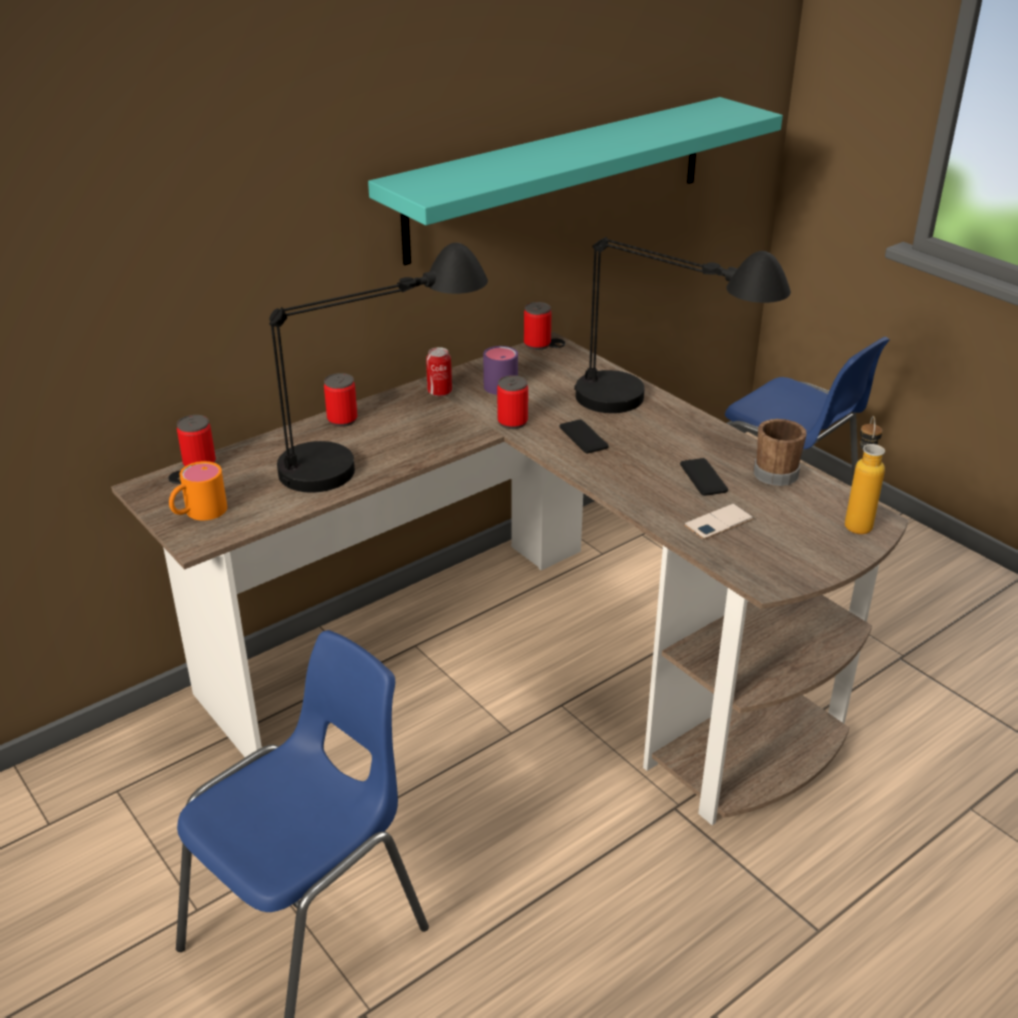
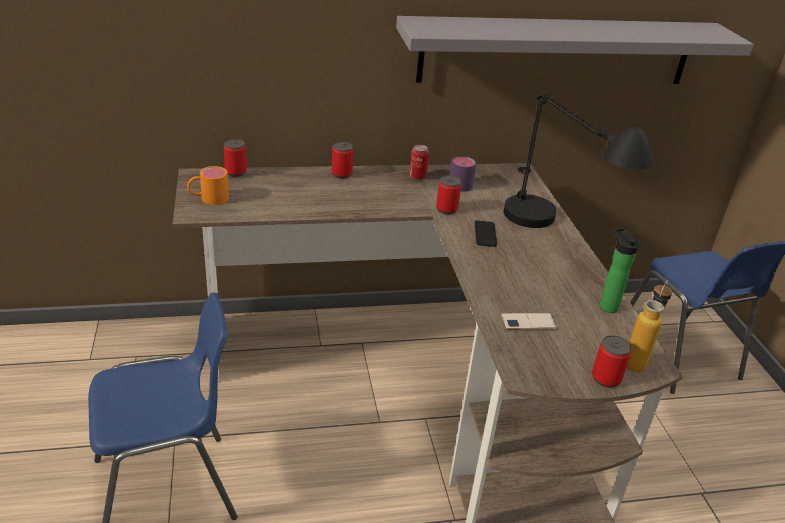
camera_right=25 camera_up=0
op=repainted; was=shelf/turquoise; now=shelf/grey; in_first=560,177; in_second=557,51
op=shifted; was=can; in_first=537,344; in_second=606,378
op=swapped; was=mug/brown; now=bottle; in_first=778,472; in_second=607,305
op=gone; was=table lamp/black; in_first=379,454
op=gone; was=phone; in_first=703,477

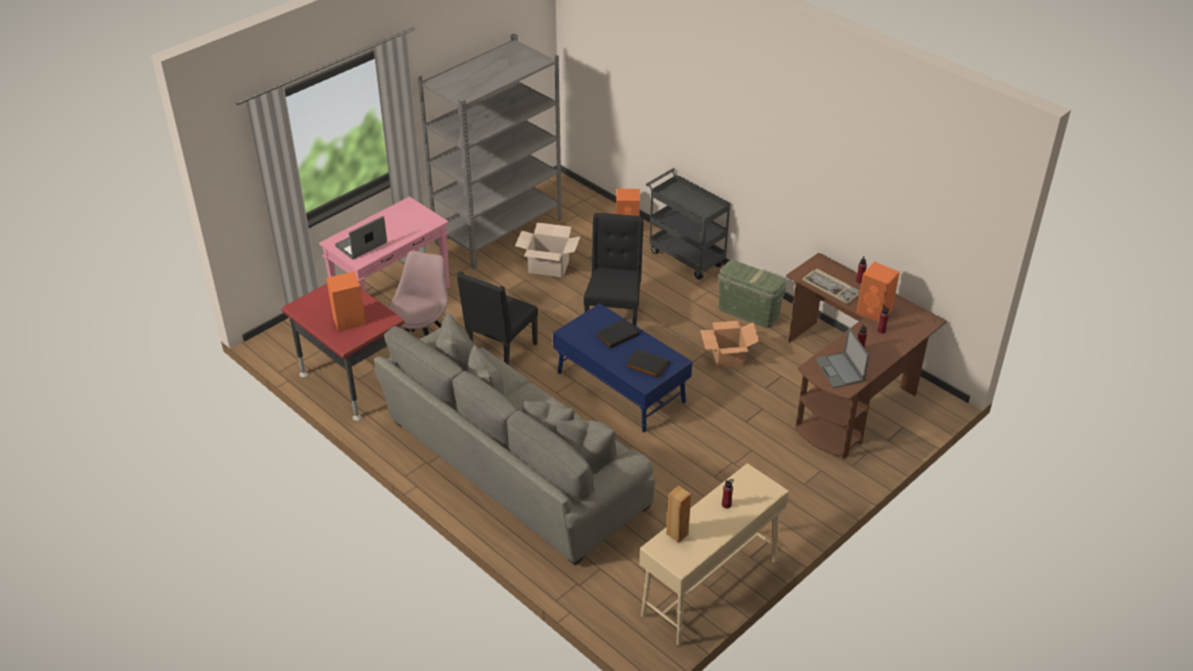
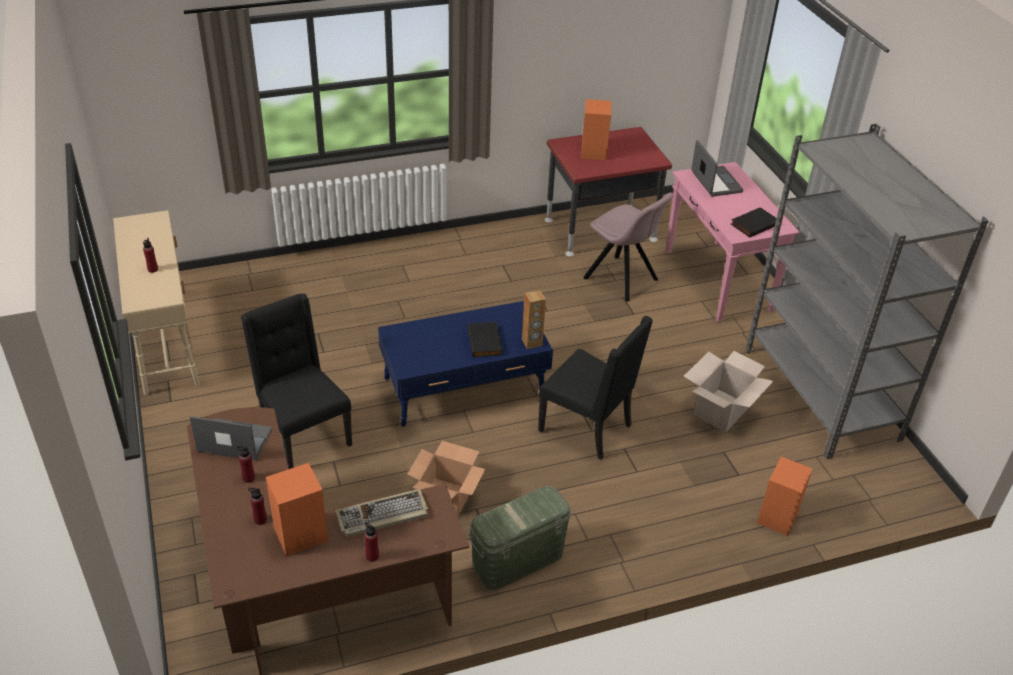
camera_right=115 camera_up=0
op=shifted; was=chair/black; in_first=500,352; in_second=303,435
op=shifted; was=speaker/brown; in_first=677,534; in_second=532,342
op=shifted; was=book/black; in_first=646,366; in_second=754,224
op=gone; was=sofa/grey; in_first=514,467
op=gone; was=cart/grey; in_first=684,259

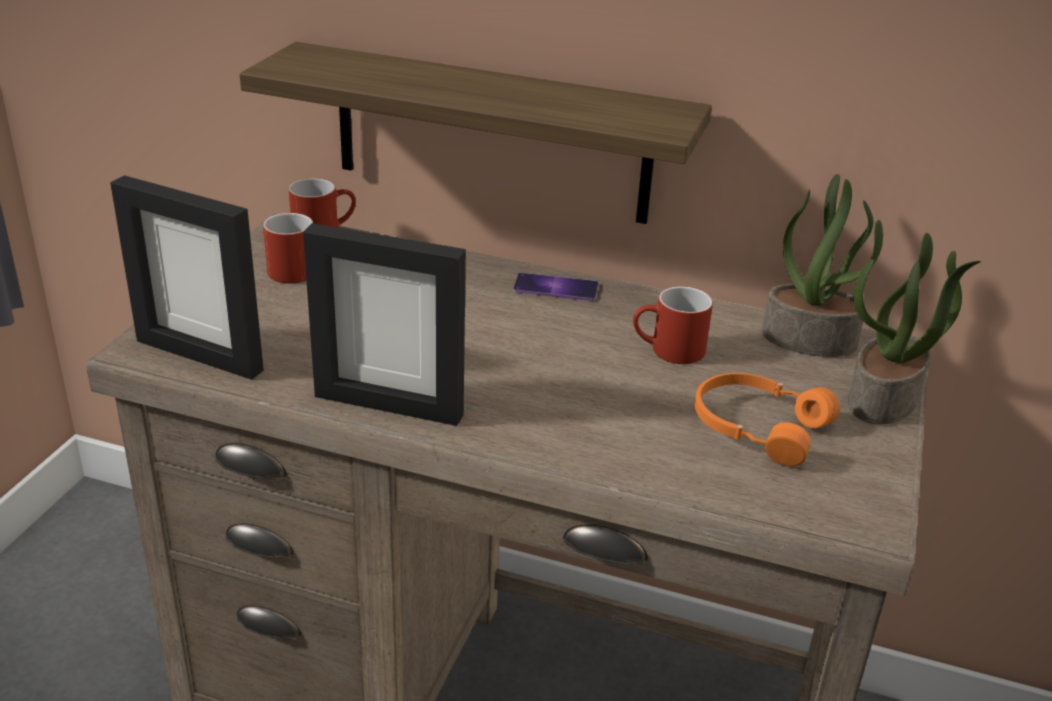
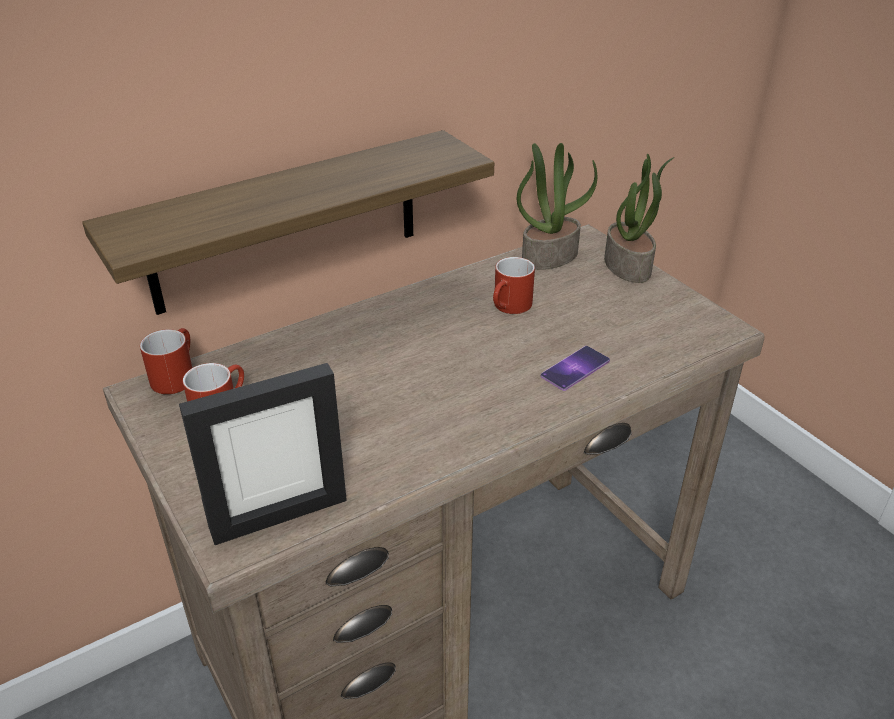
camera_right=-50 camera_up=5
op=shifted; was=phone; in_first=555,287; in_second=575,368
op=gone; was=picture frame; in_first=390,404
op=gone; was=headphones/orange; in_first=757,427

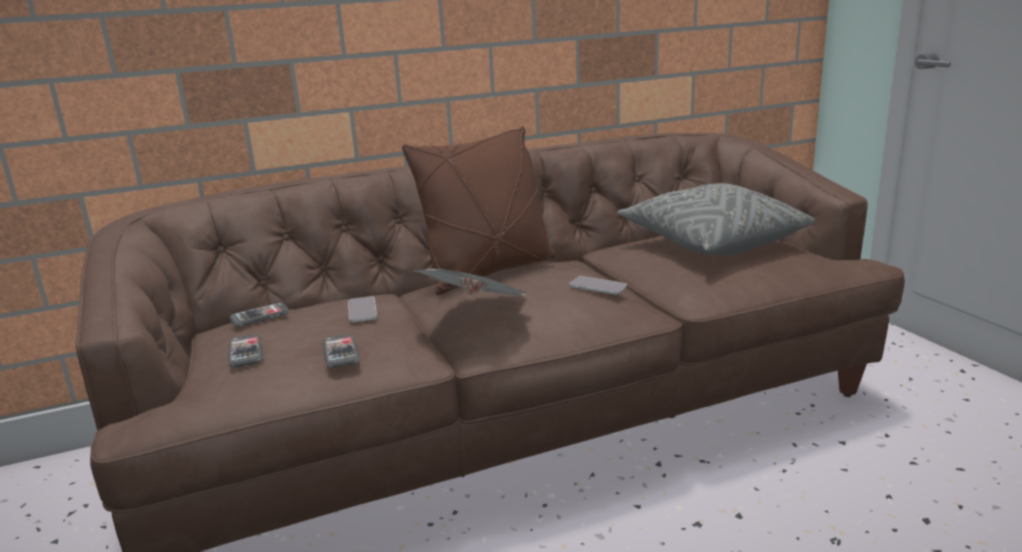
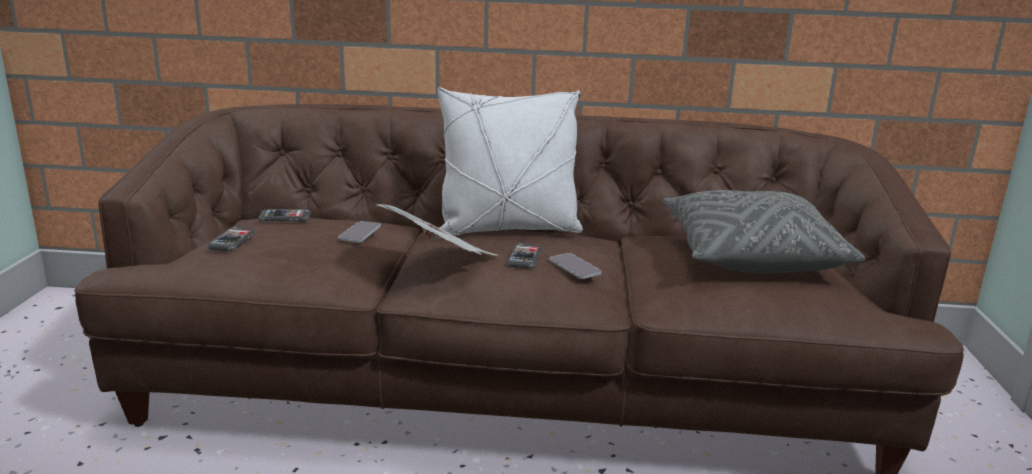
camera_right=25 camera_up=0
op=repainted; was=pillow/brown; now=pillow/white; in_first=489,272; in_second=508,229
op=shifted; was=phone; in_first=341,353; in_second=524,257

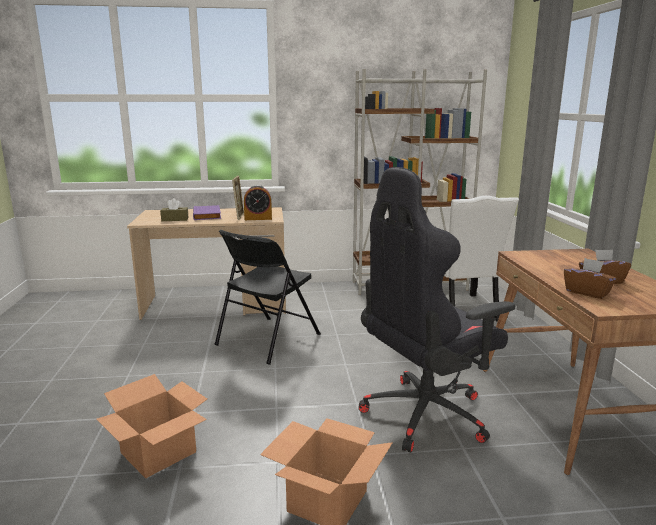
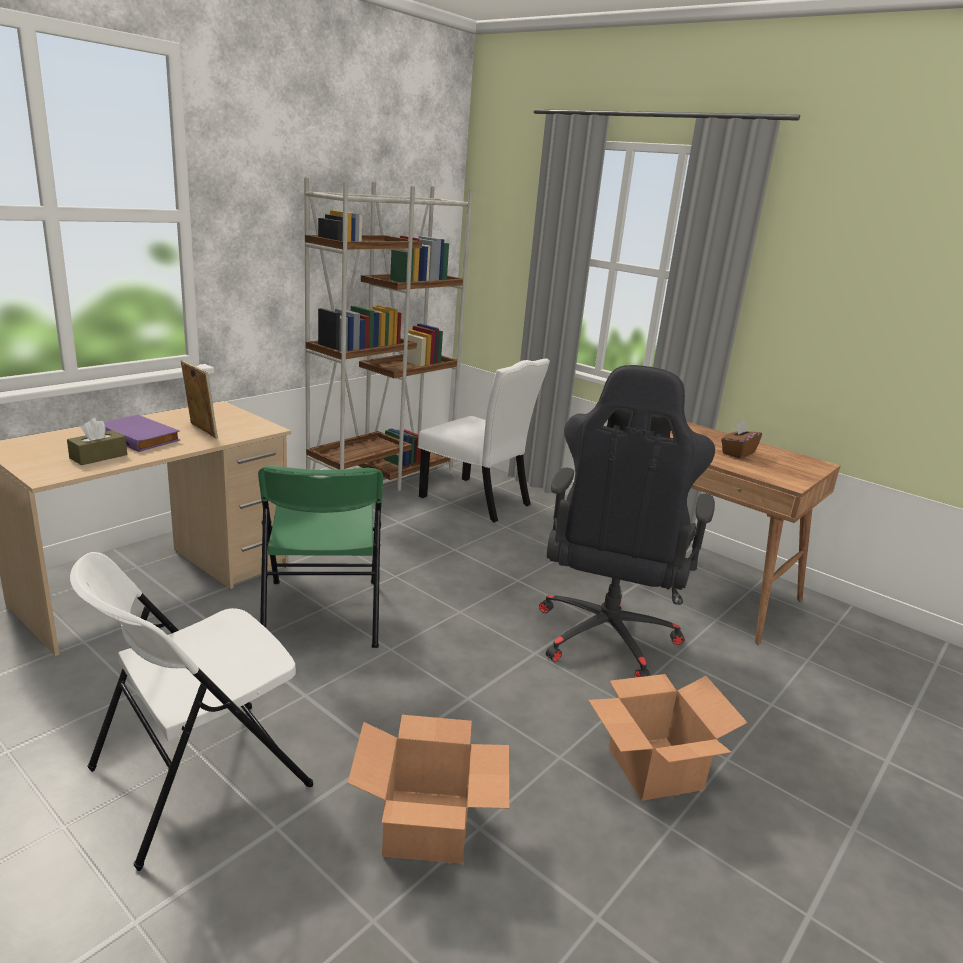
camera_right=-45 camera_up=5
op=new; now=chair/white; in_second=200,776
op=repainted; was=chair/black; now=chair/green; in_first=268,339; in_second=322,613
op=gone; was=alarm clock; in_first=258,218
op=gone; was=tissue box/brown; in_first=587,292

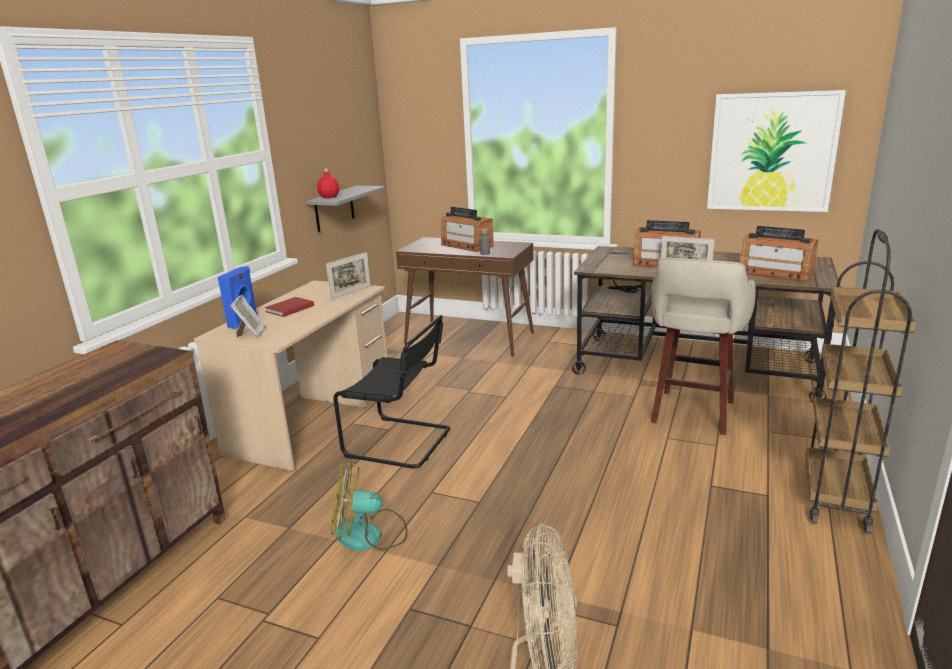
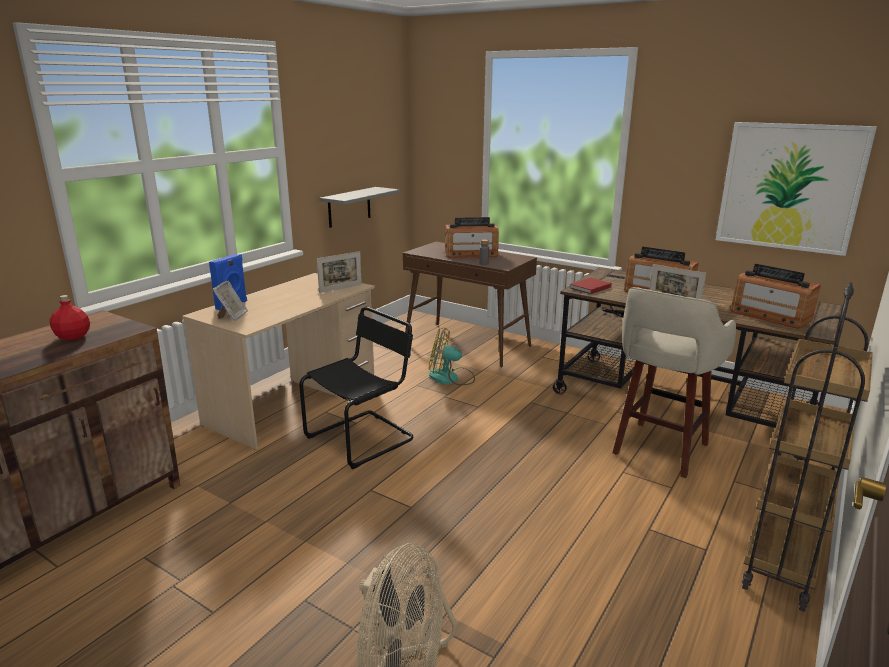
camera_right=10 camera_up=0
op=shifted; was=bottle/red; in_first=329,197; in_second=72,336
op=rotated; was=chair/black; in_first=402,443; in_second=363,437; clockwise=-75
op=shifted; was=fan; in_first=370,535; in_second=451,378
op=rotated; was=radio; in_first=466,245; in_second=471,254; clockwise=-60
op=shifted; was=book/red; in_first=288,309; in_second=589,287

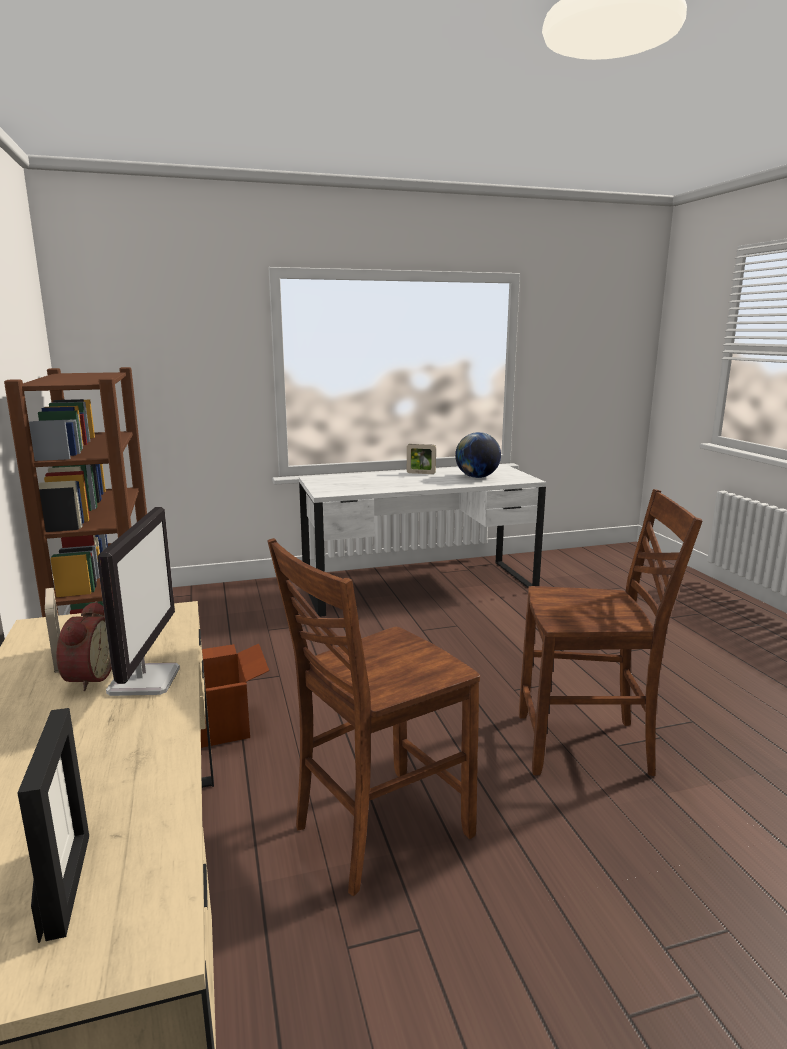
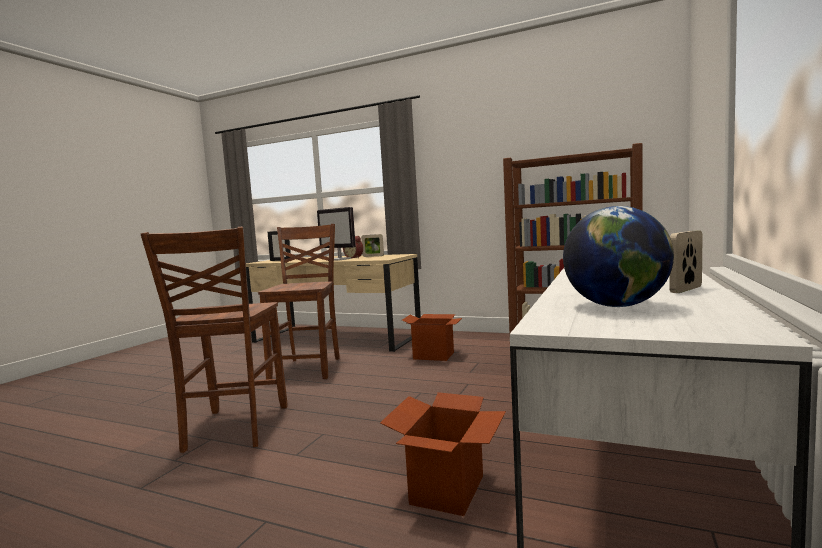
camera_right=130 camera_up=-10
op=rotated; was=chair/brown; in_first=586,746; in_second=234,429; clockwise=-45
op=new; now=cardboard box; in_second=447,490

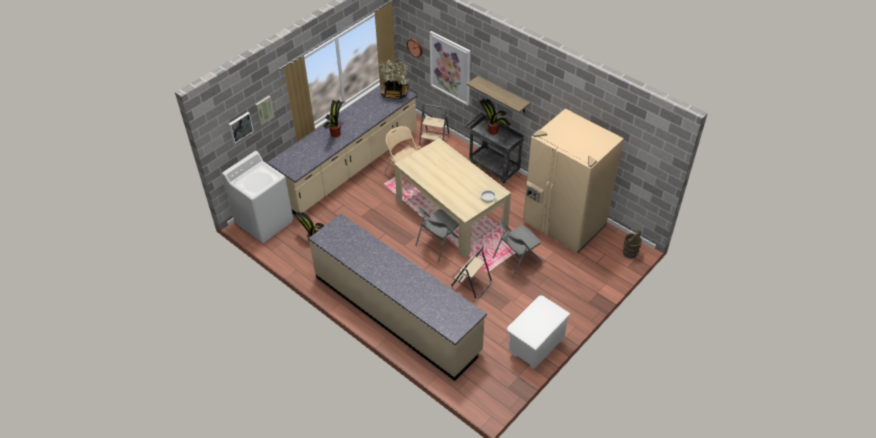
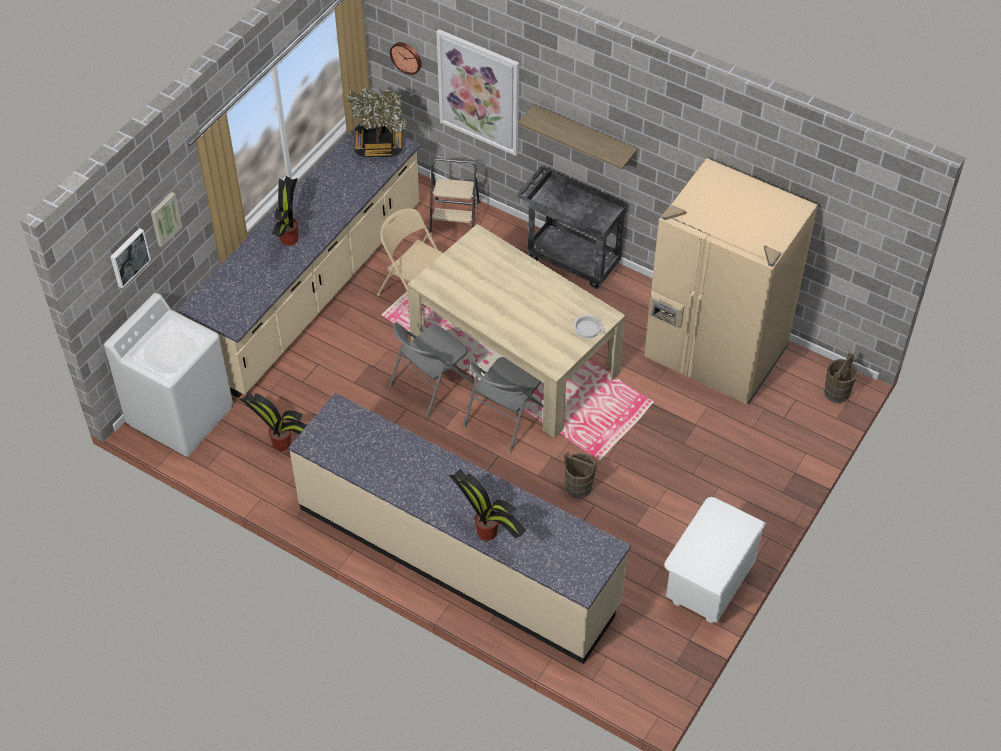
camera_right=-10 camera_up=5
op=shifted; was=chair/grey; in_first=516,260; in_second=431,384
op=shifted; was=potted plant; in_first=493,132; in_second=487,533
op=swapped; was=step ladder/beige; now=bucket/brown; in_first=472,285; in_second=579,487

